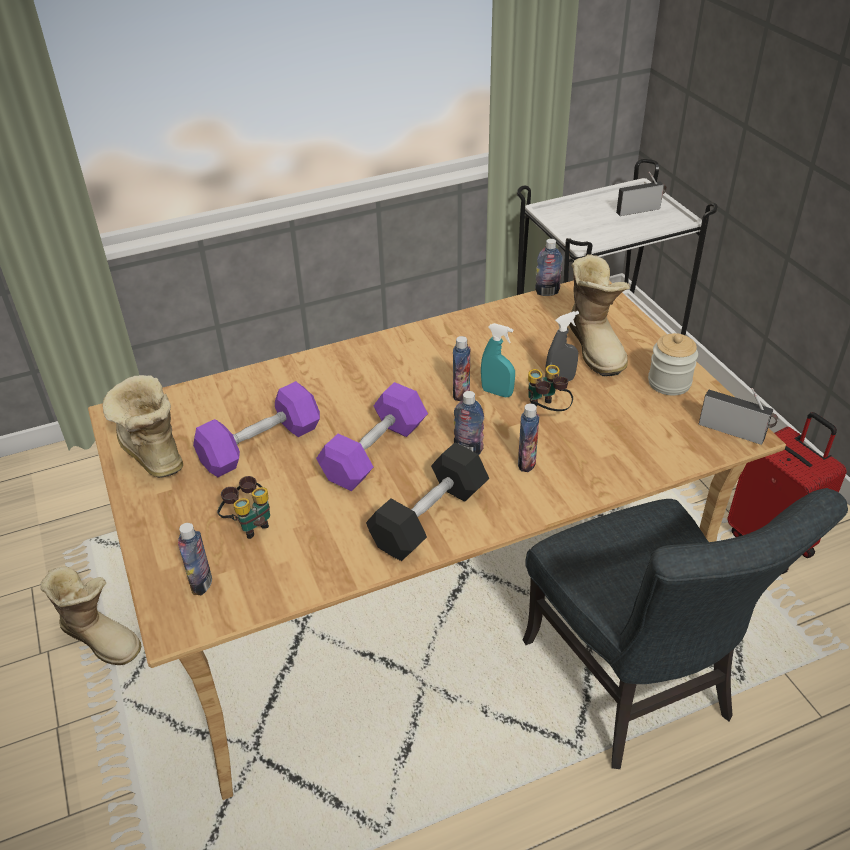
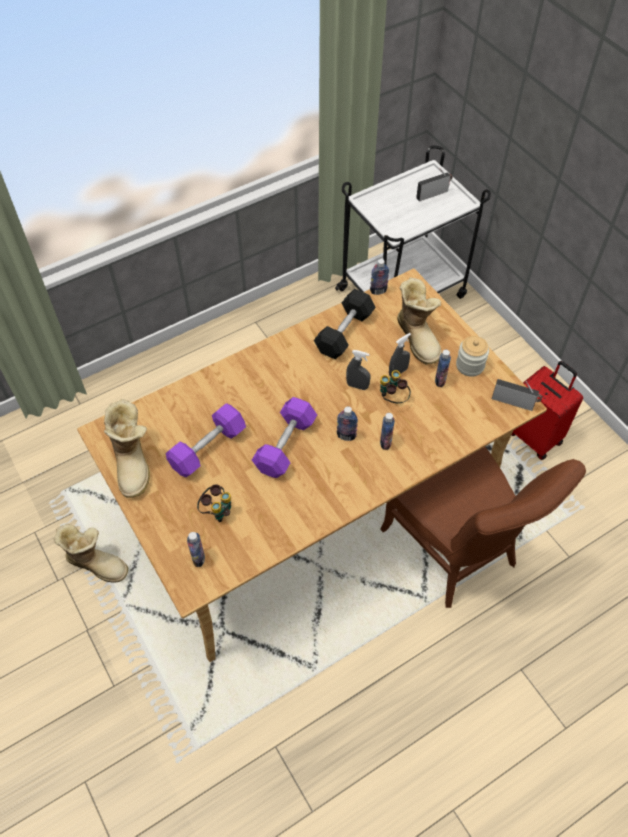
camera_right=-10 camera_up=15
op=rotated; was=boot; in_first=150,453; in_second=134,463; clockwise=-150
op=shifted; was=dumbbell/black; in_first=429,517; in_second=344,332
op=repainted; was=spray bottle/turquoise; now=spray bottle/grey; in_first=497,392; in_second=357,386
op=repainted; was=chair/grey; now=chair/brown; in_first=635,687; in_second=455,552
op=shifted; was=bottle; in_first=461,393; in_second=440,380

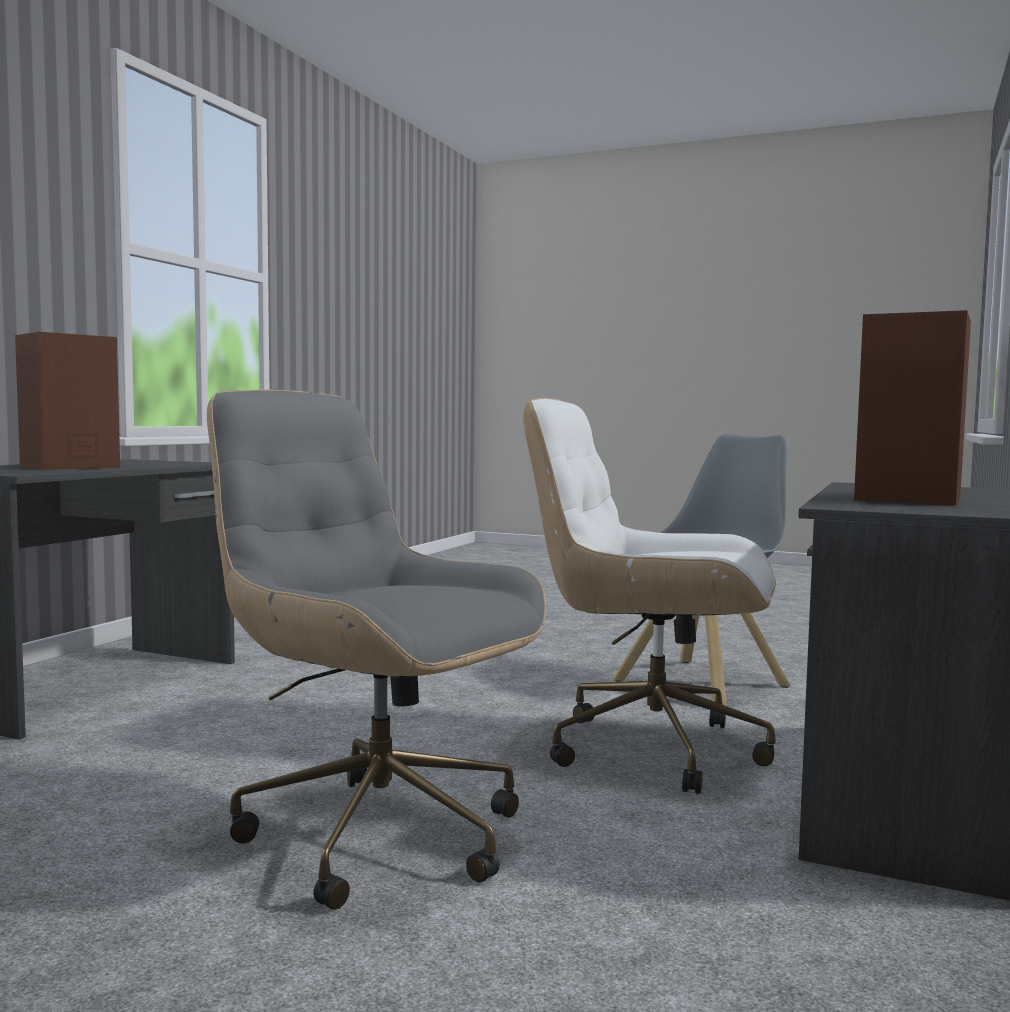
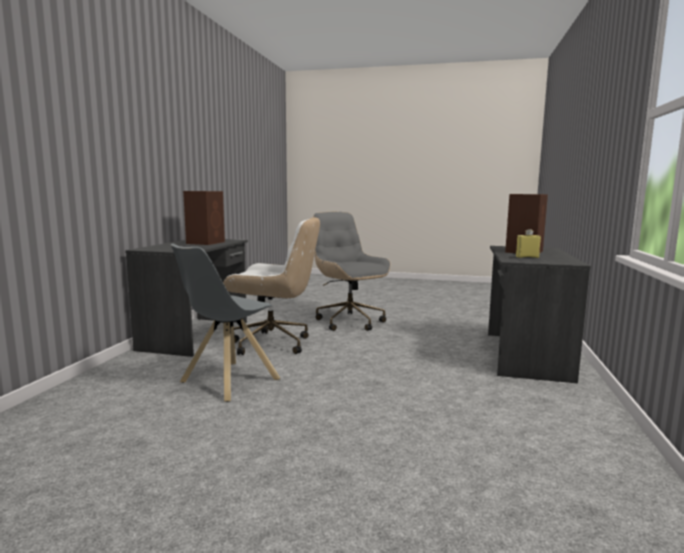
camera_right=170 camera_up=5
op=rotated; was=office chair/grey; in_first=374,832; in_second=348,321; clockwise=-150
op=new; now=bottle/yellow; in_second=527,257

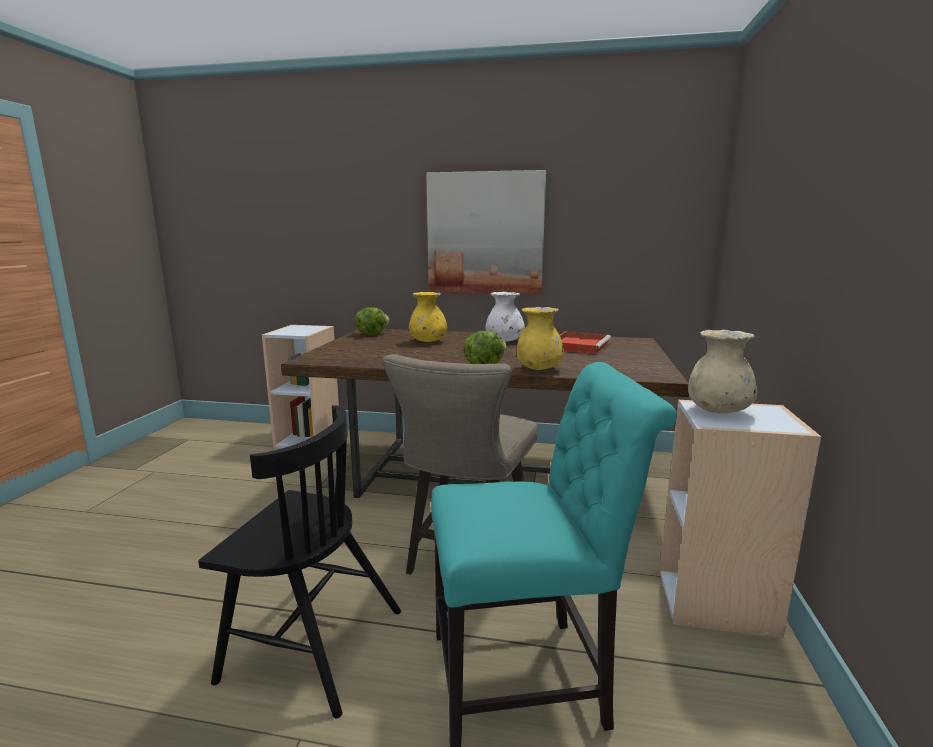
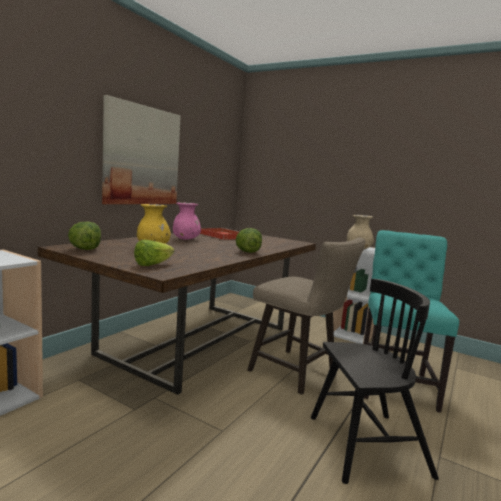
camera_right=-70 camera_up=-5
op=new; now=lettuce; in_second=152,265
op=repainted; was=vase/white; now=vase/pink; in_first=505,341; in_second=186,239
op=rotated; was=chair/black; in_first=304,642; in_second=361,445; clockwise=45
op=gone; was=vase/yellow; in_first=539,369

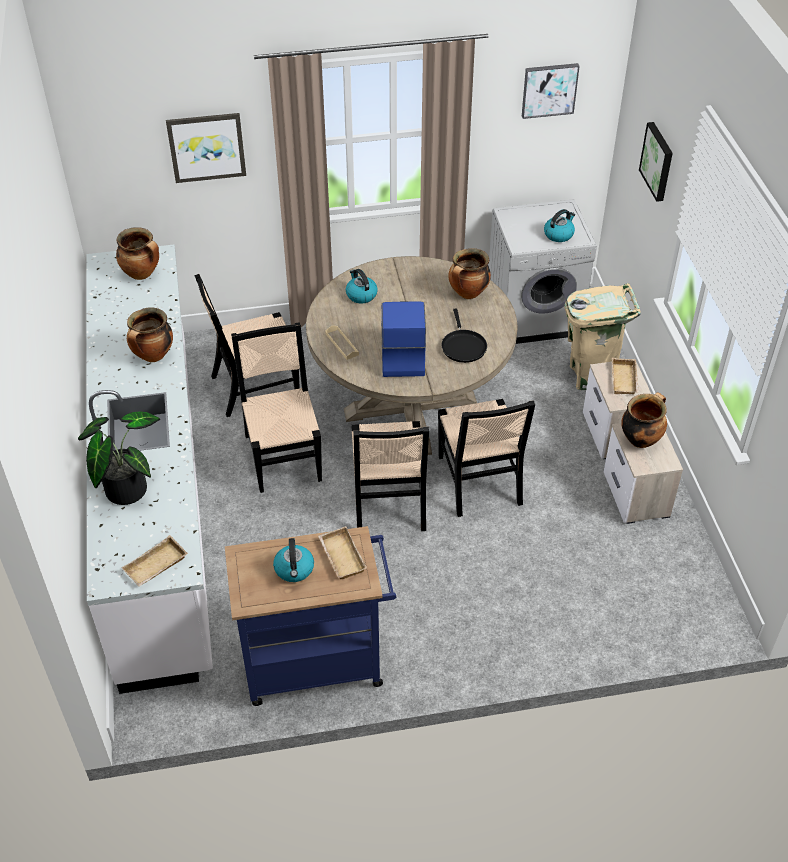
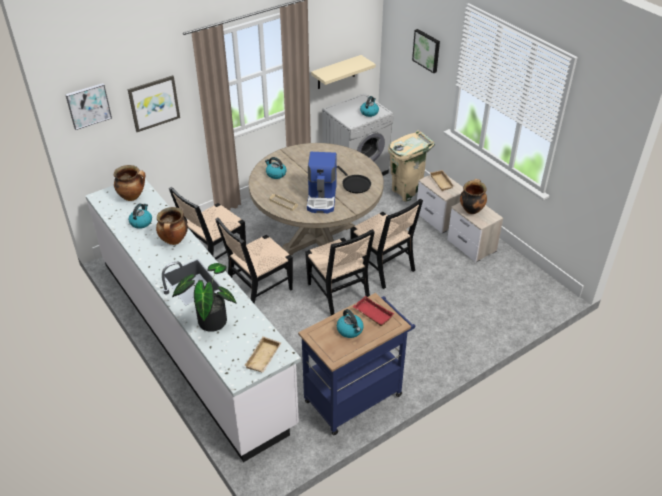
camera_right=-25 camera_up=-5
op=shifted; was=picture; in_first=549,89; in_second=88,105
op=new; now=kettle; in_second=141,222
op=rotated; was=chair; in_first=284,457; in_second=258,290; clockwise=-90
op=rotated; was=coffee machine; in_first=401,353; in_second=322,198; clockwise=-150
op=new; now=shelf/beige; in_second=336,72
op=repainted; was=tray/beige; now=tray/red; in_first=340,556; in_second=372,314
op=gone; was=cooking pot; in_first=468,294

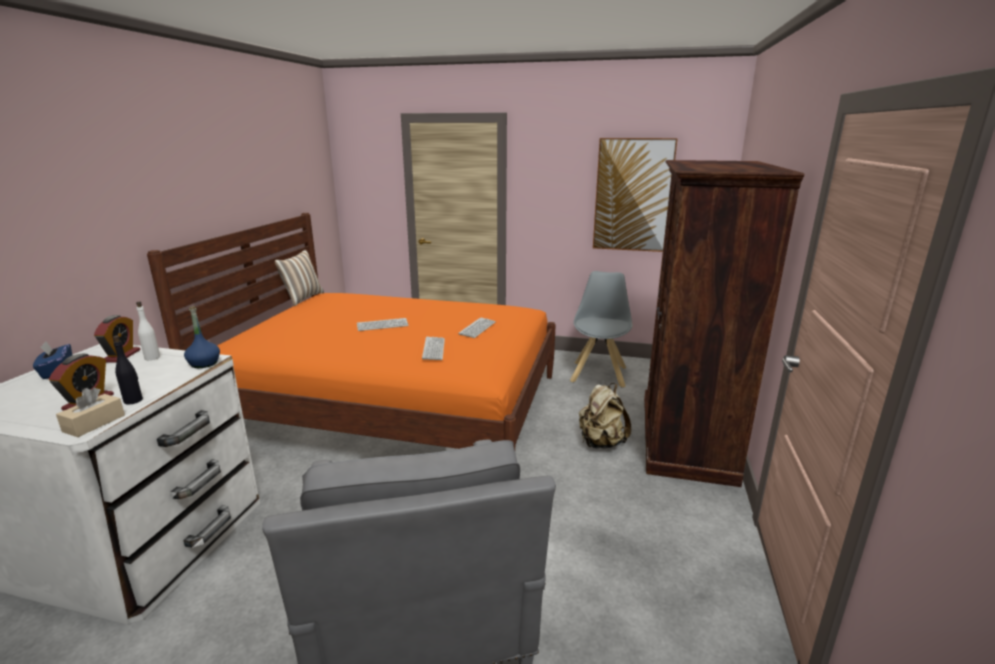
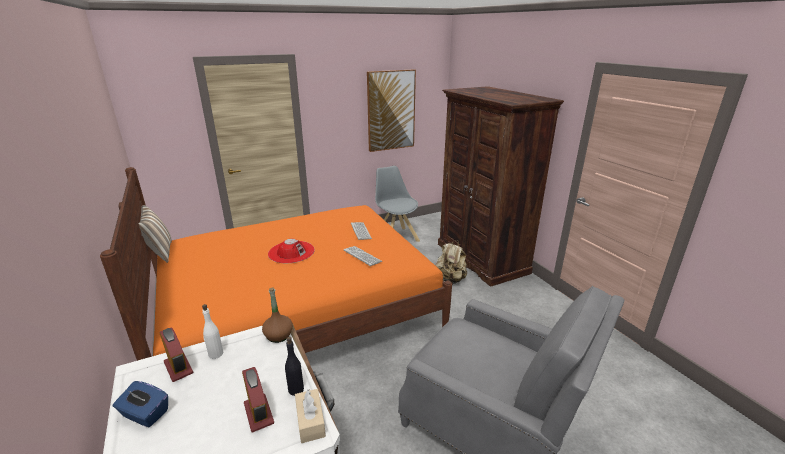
camera_right=-40 camera_up=5
op=repainted; was=bottle/blue; now=bottle/brown; in_first=204,363; in_second=278,335
op=swapped; was=keyboard; now=hat/red; in_first=382,325; in_second=291,252

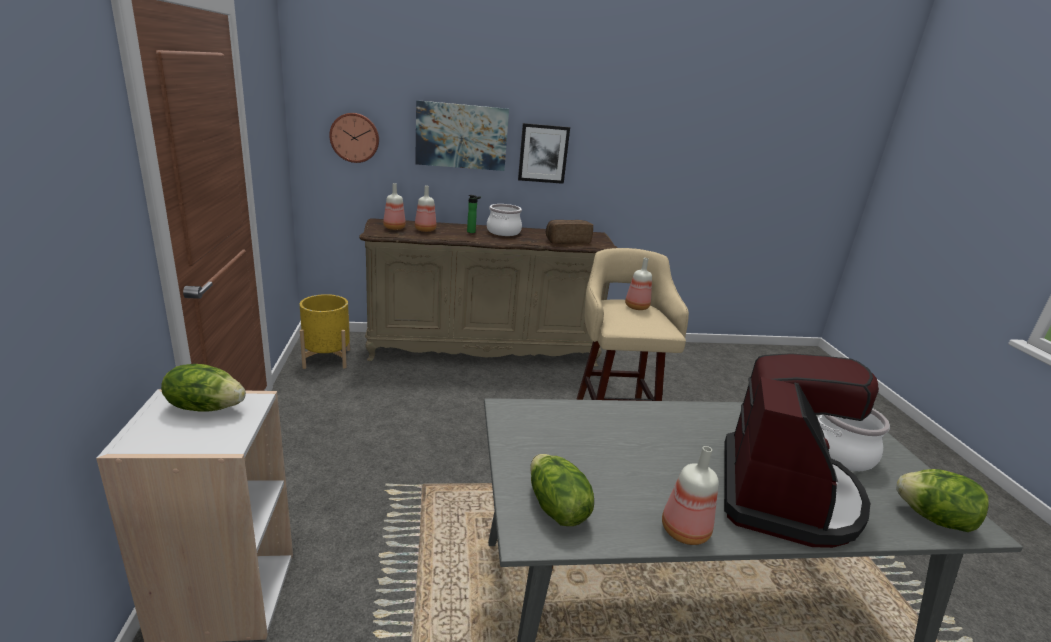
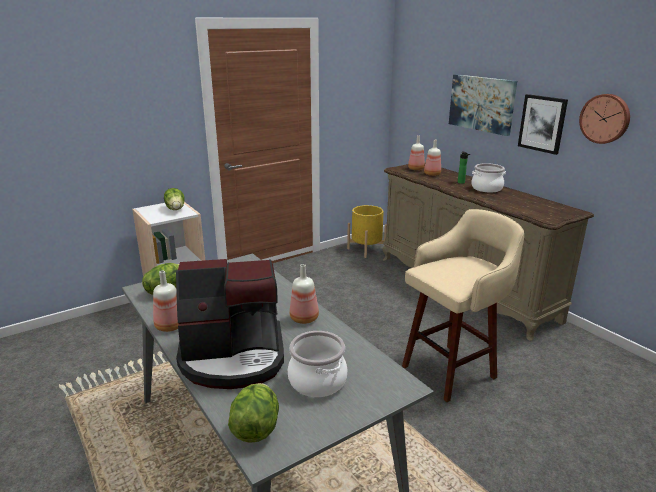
camera_right=65 camera_up=0
op=shifted; was=bottle; in_first=636,307; in_second=304,318
op=shifted; was=wall clock; in_first=355,137; in_second=605,118
op=gone; was=bread; in_first=567,241

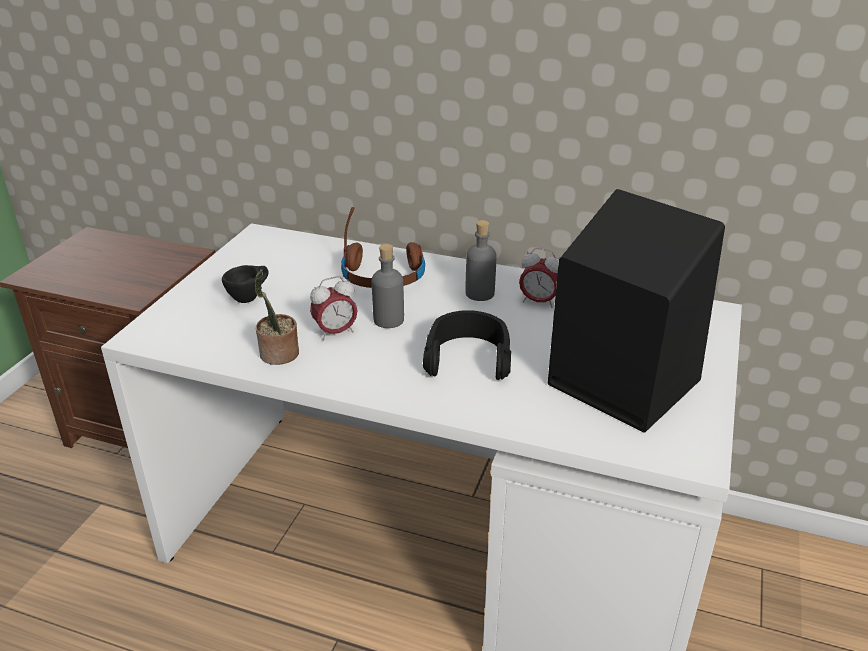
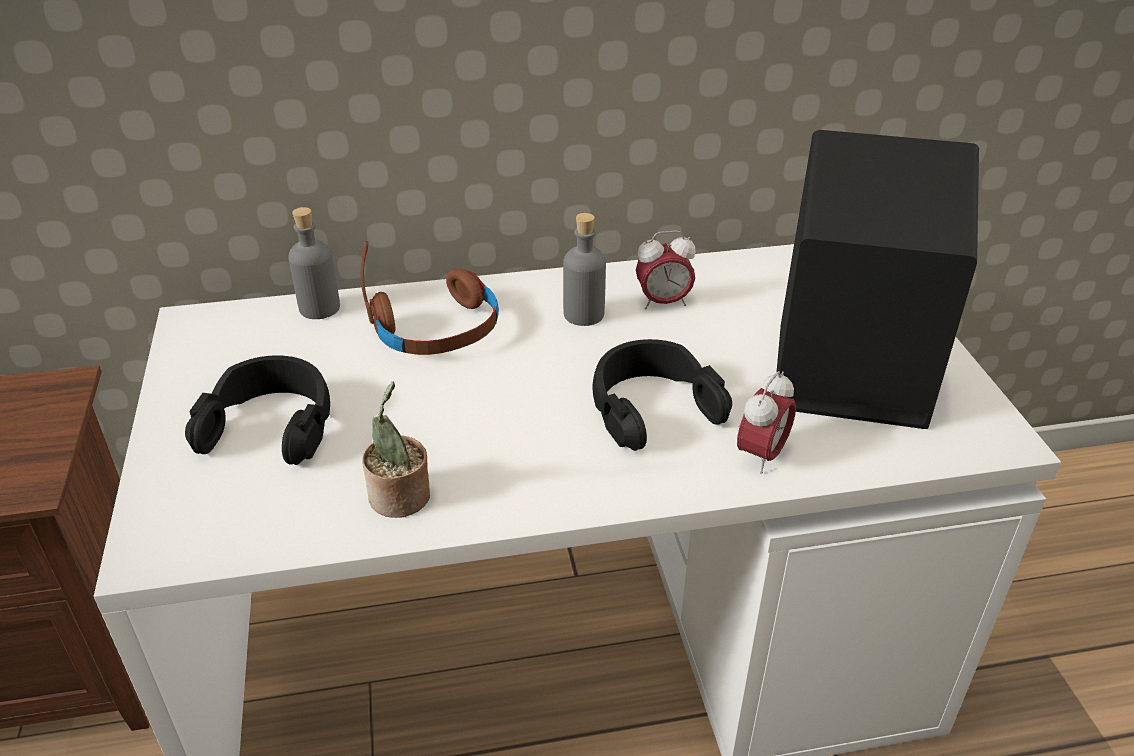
camera_right=-30 camera_up=5
op=swapped; was=cup/black; now=headphones/black; in_first=249,297; in_second=270,425
op=shifted; was=bottle/grey; in_first=388,320; in_second=319,308
op=shifted; was=alarm clock; in_first=335,332; in_second=761,455

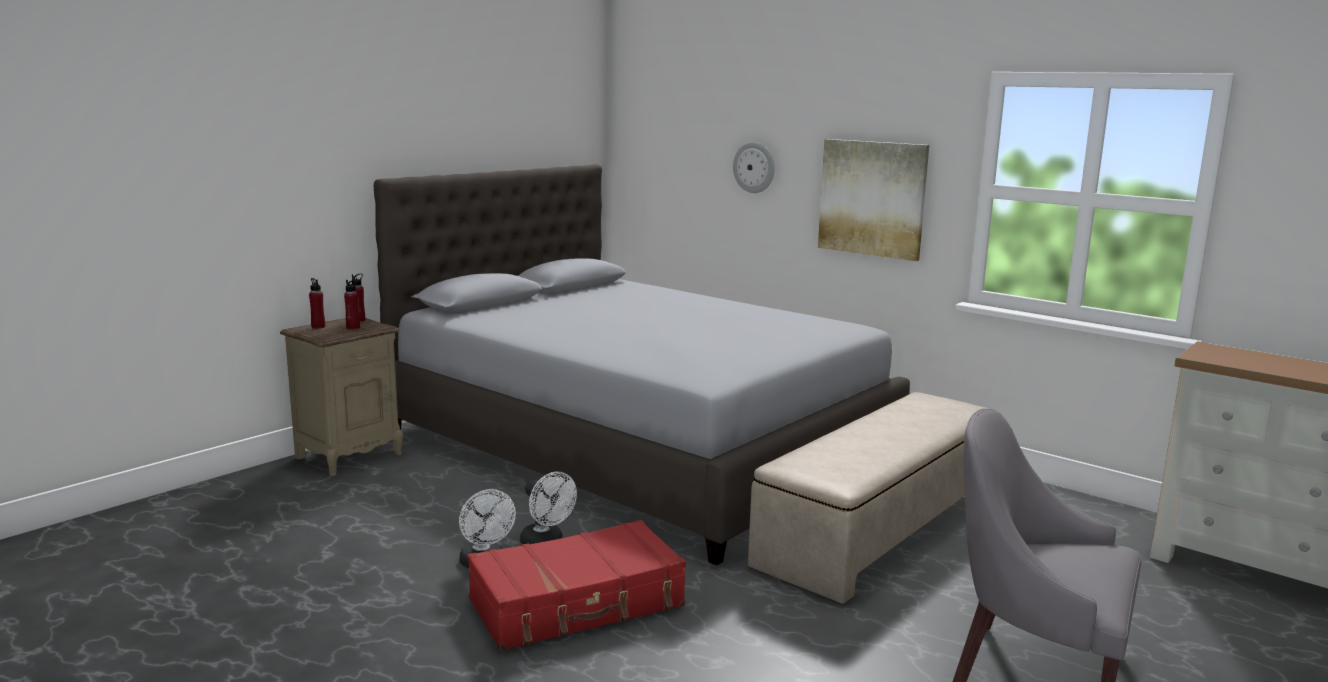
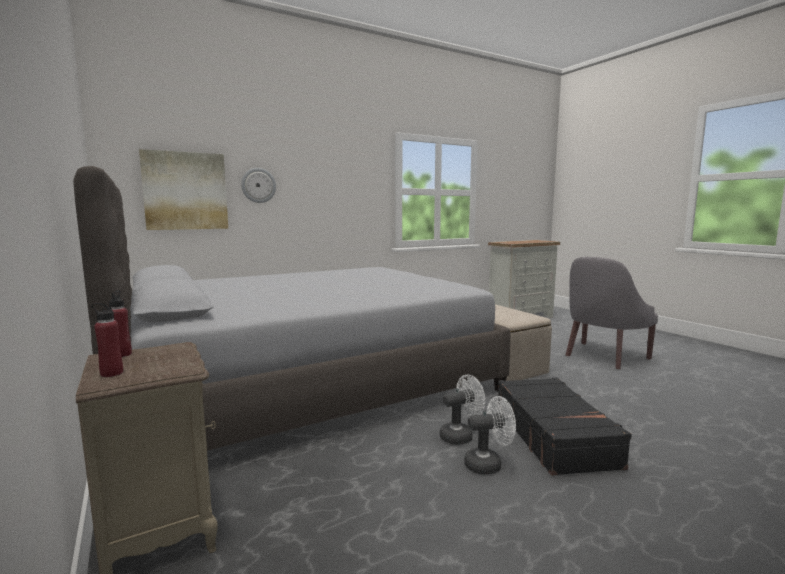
camera_right=-70 camera_up=-5
op=shifted; was=picture; in_first=872,198; in_second=185,191
op=repainted; was=suitcase/red; now=suitcase/black; in_first=578,604; in_second=554,435
op=gone; was=bottle/red; in_first=353,327

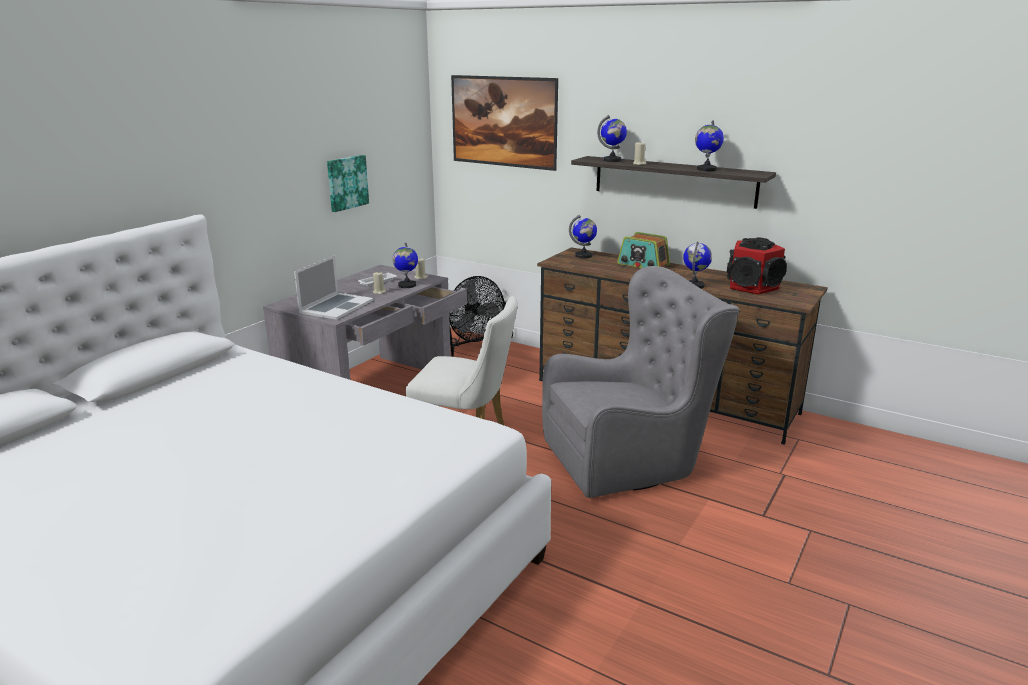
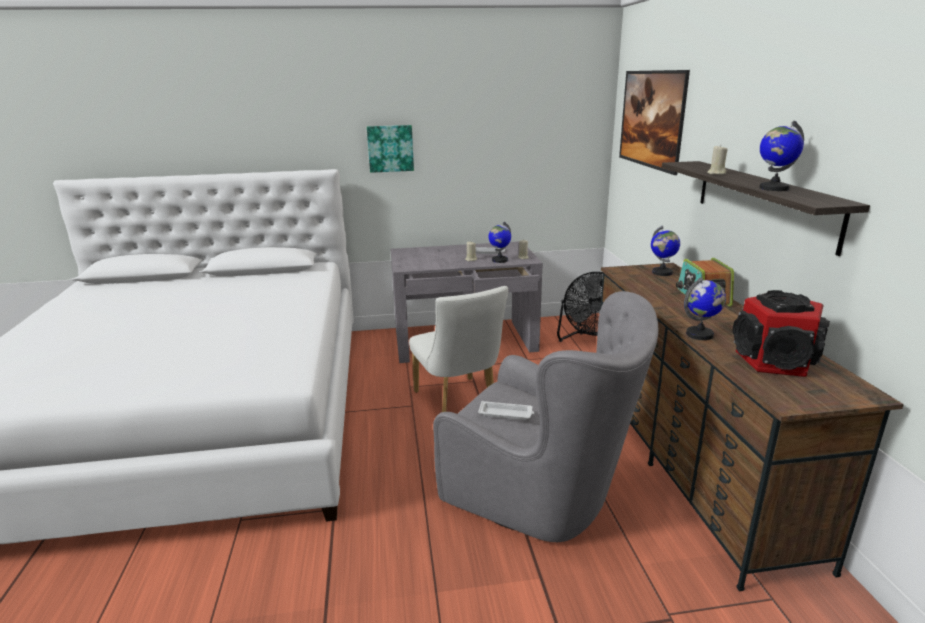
camera_right=50 camera_up=0
op=shifted; was=picture; in_first=346,182; in_second=390,148
op=new; now=tray/white; in_second=506,413
op=gone; was=laptop; in_first=336,306
op=gone; was=globe; in_first=612,160

